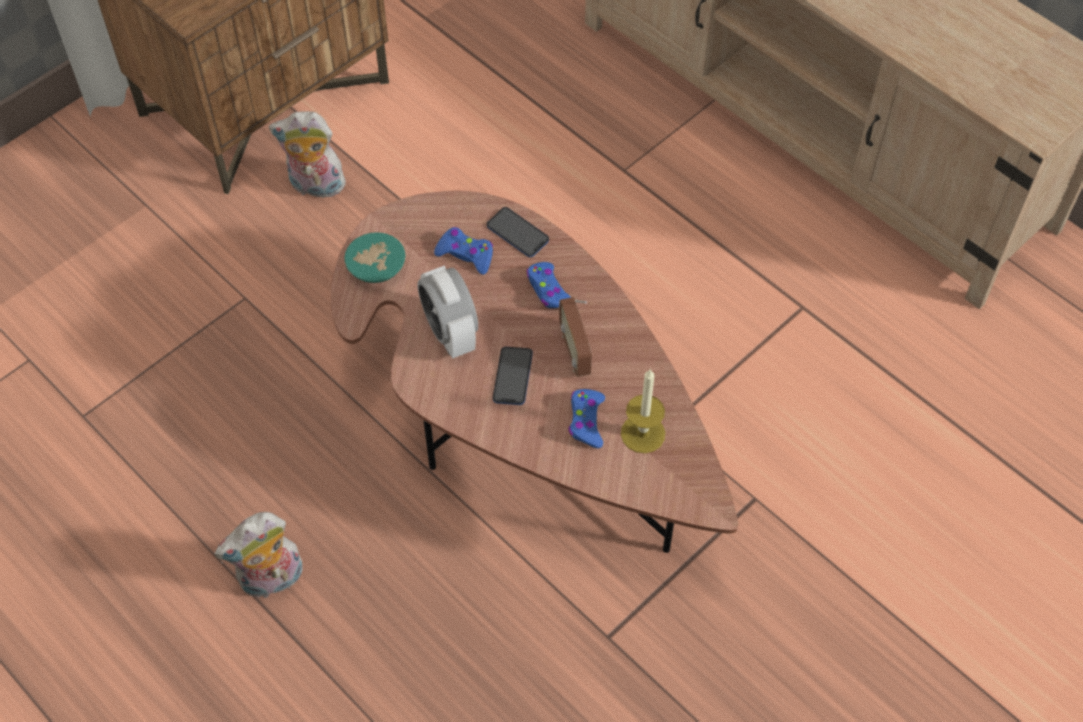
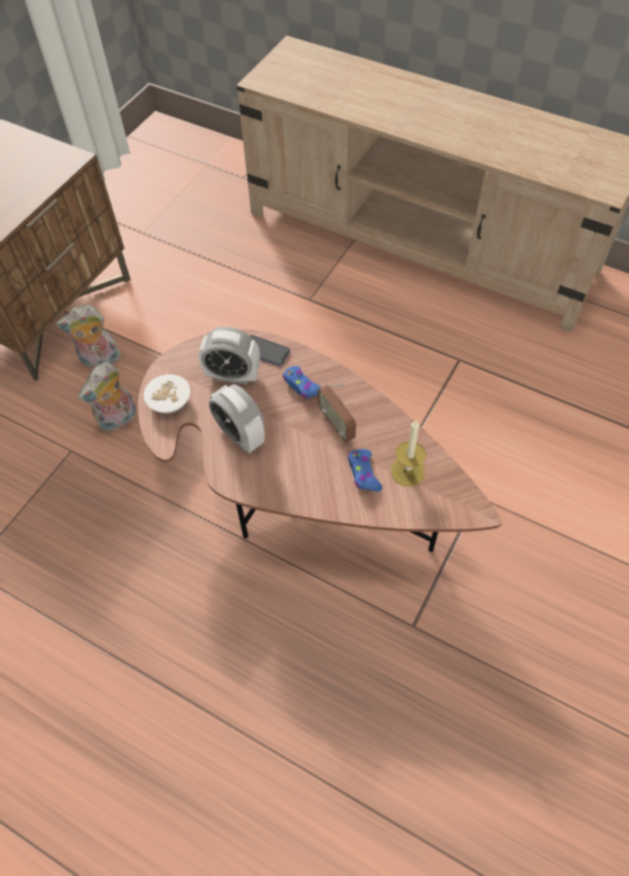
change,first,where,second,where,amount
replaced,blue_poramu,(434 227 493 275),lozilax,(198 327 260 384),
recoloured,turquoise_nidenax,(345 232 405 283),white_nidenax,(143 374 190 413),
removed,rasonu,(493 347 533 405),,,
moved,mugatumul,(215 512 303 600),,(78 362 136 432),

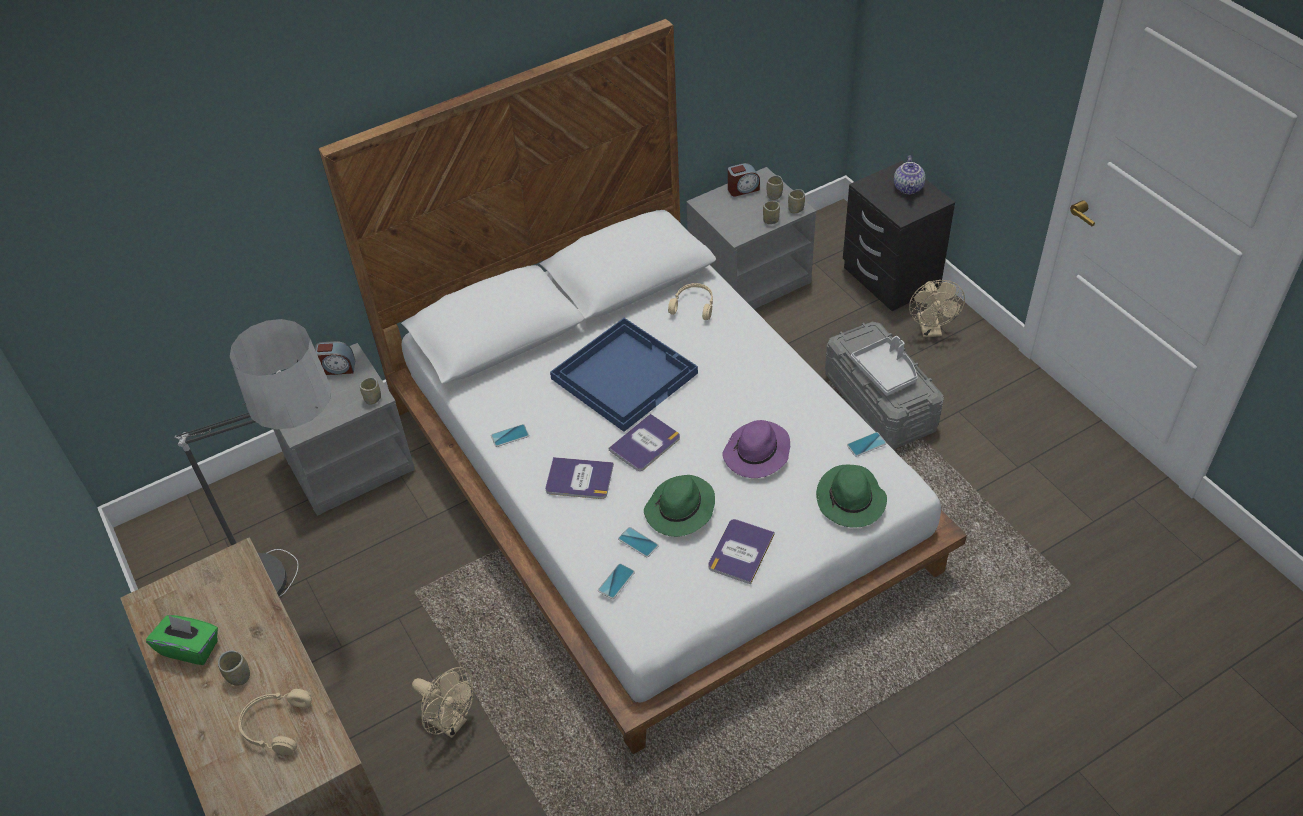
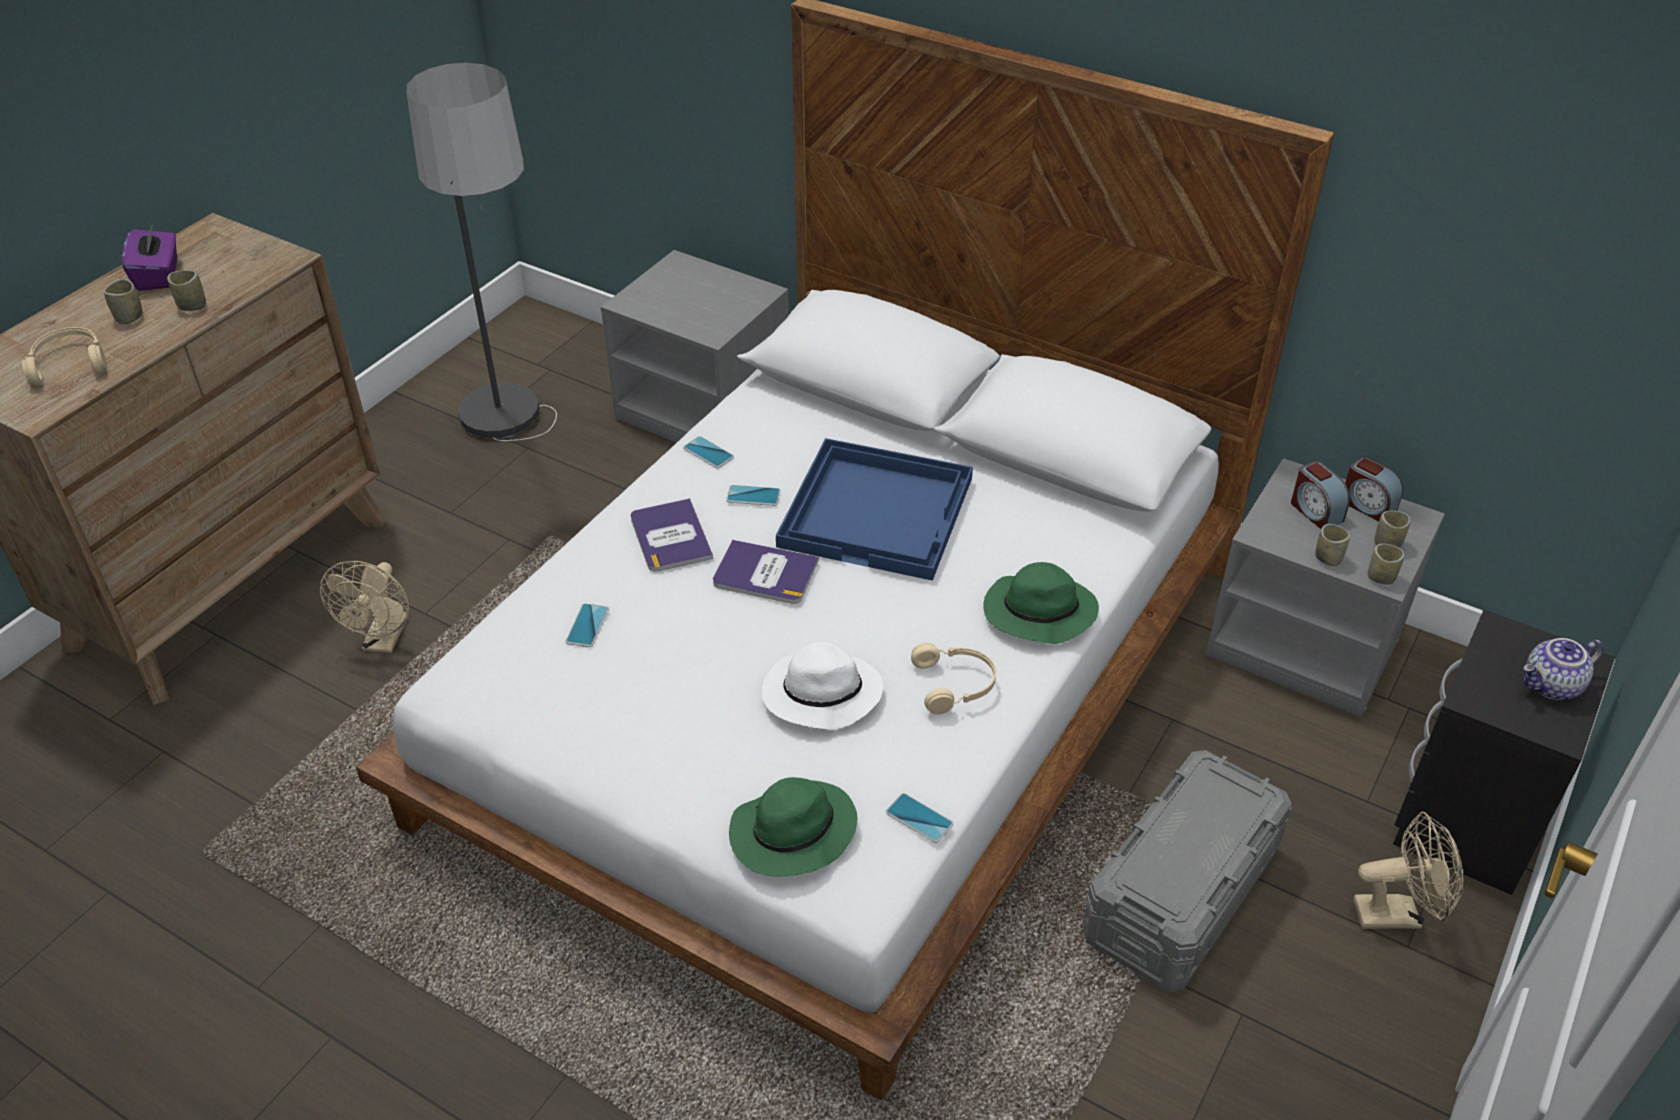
change,first,where,second,where,amount
turned,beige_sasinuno,(909 280 965 337),,(1353 812 1463 929),150 degrees counterclockwise
moved,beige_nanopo,(668 283 713 320),,(911 643 996 715),
removed,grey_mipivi,(851 336 918 396),,,
moved,lozilax,(315 341 355 375),,(1291 461 1350 529),
moved,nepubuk,(360 377 381 405),,(167 270 206 311),
recoloured,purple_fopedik,(722 420 790 478),white_fopedik,(762 642 883 729),
moved,green_fopedik,(644 475 715 537),,(983 562 1099 644),
removed,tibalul,(708 519 775 585),,,
moved,rasonu,(598 563 635 599),,(726 485 781 506),
recoloured,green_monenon,(146 615 218 665),purple_monenon,(122 223 177 291),

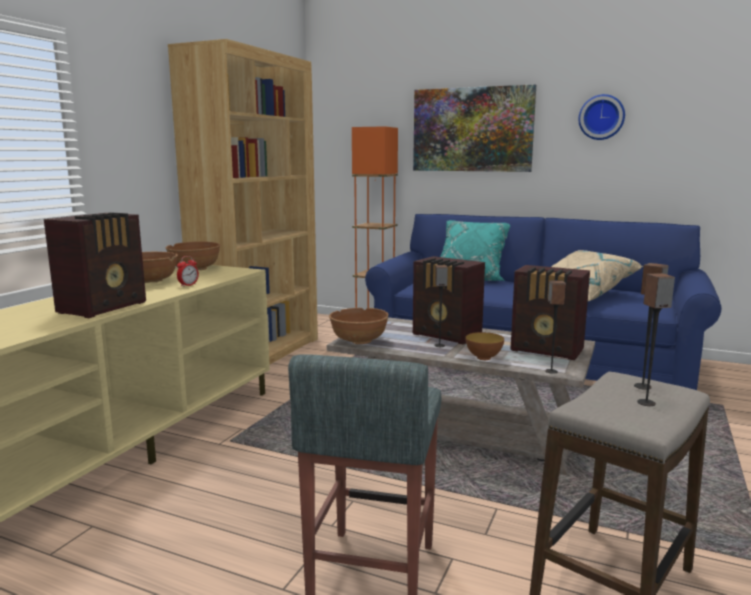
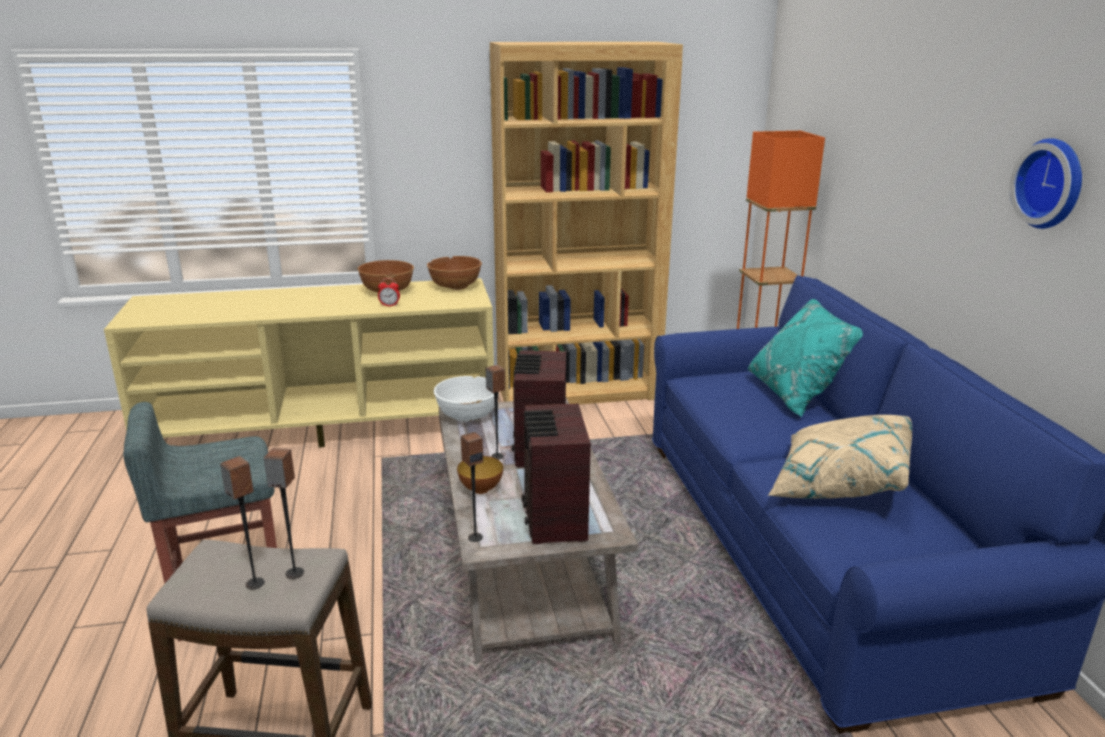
change,first,where,second,where,amount
removed,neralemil,(413 84 536 172),,,
removed,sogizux,(44 212 146 318),,,
recoloured,brown_nidenax,(329 308 389 344),white_nidenax,(434 376 495 422),

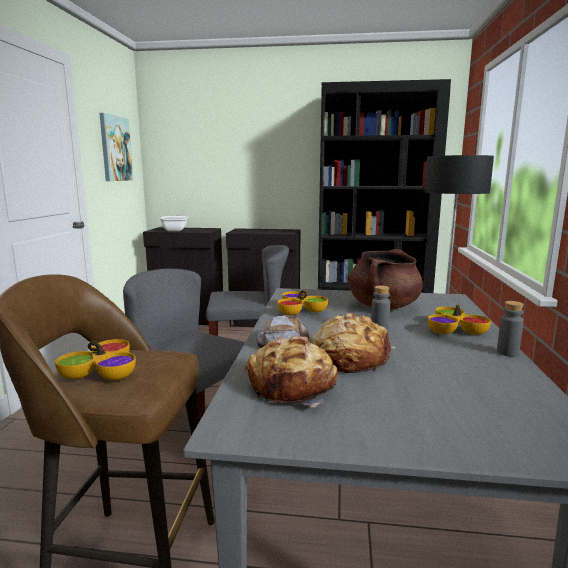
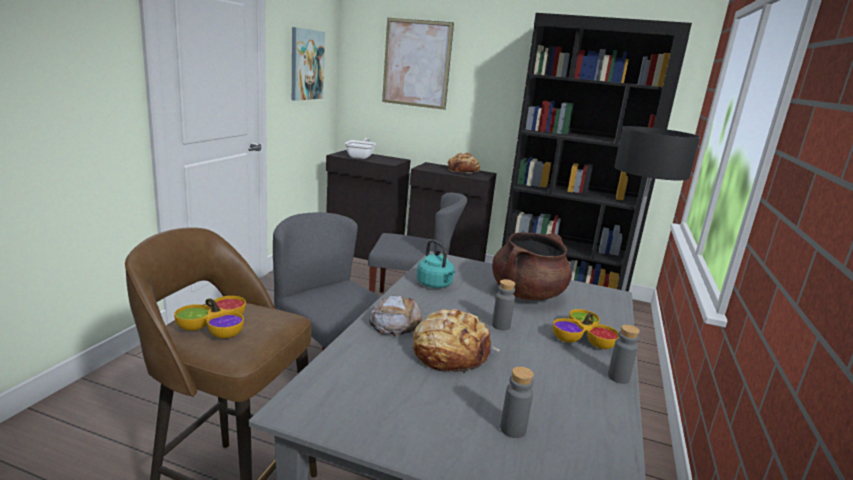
change,first,where,second,where,amount
replaced,nidenax,(277 290 328 316),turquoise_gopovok,(417 240 455 288),
moved,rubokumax,(245 336 338 408),,(448 153 480 173),
added,,,neralemil,(382 18 454 110),
added,,,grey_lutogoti,(500 367 534 438),

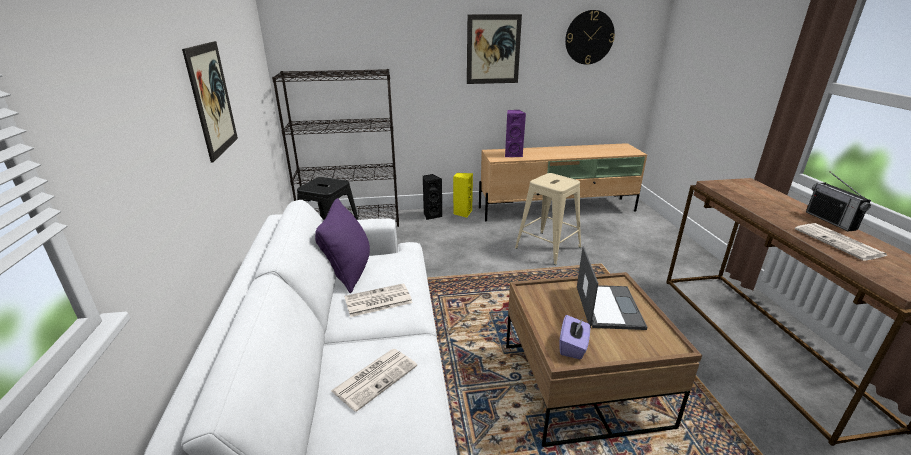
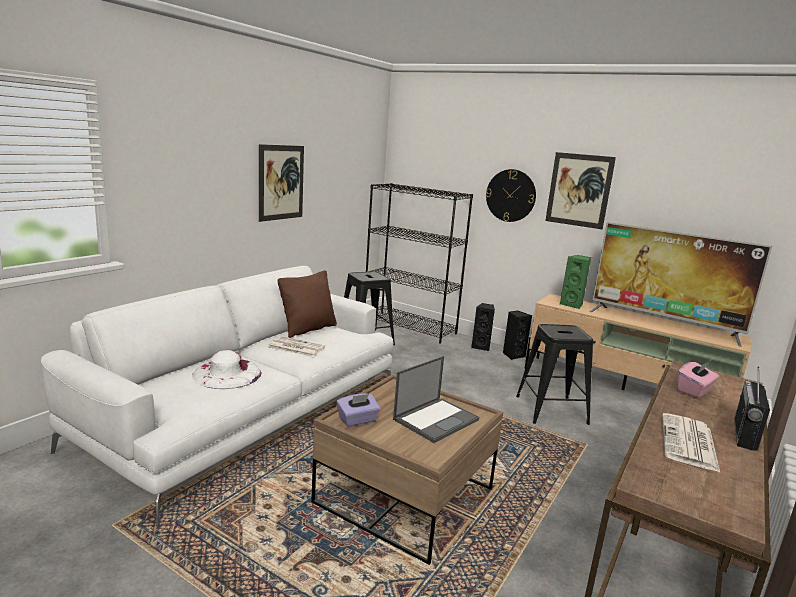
change,first,where,second,where,amount
moved,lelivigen,(565 10 615 65),,(486 169 536 222),
recoloured,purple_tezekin,(505 110 526 157),green_tezekin,(560 255 591 309),
recoloured,yellow_tezekin,(453 173 473 218),black_tezekin,(503 310 532 360),
recoloured,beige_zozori,(515 173 581 265),black_zozori,(516 324 593 425),
recoloured,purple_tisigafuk,(315 198 370 293),brown_tisigafuk,(278 270 337 338),
replaced,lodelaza,(331 349 417 412),white_fopedik,(192 350 262 389),
added,,,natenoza,(590 222 772 347),
added,,,pink_monenon,(677 361 719 399),

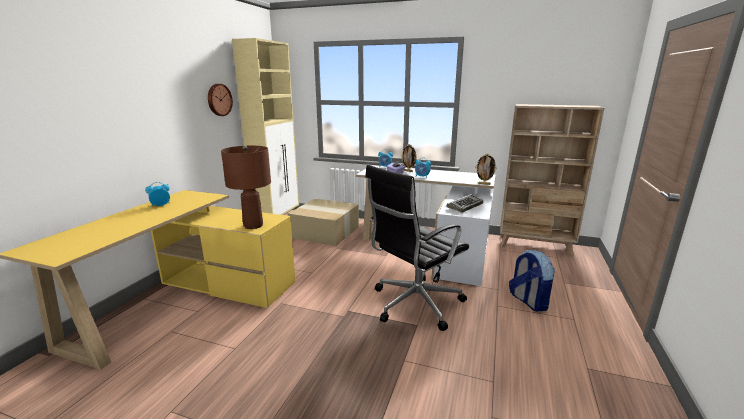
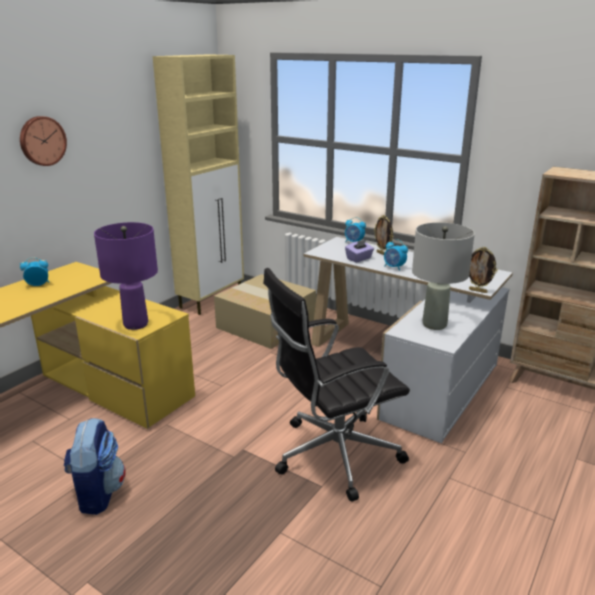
change,first,where,second,where,amount
moved,lelivigen,(208 84 233 116),,(20 116 67 166),
recoloured,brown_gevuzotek,(221 146 271 229),purple_gevuzotek,(94 222 158 330),
replaced,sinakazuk,(447 194 483 213),grey_gevuzotek,(412 222 475 330),
moved,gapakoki,(509 250 555 312),,(64 418 126 515),

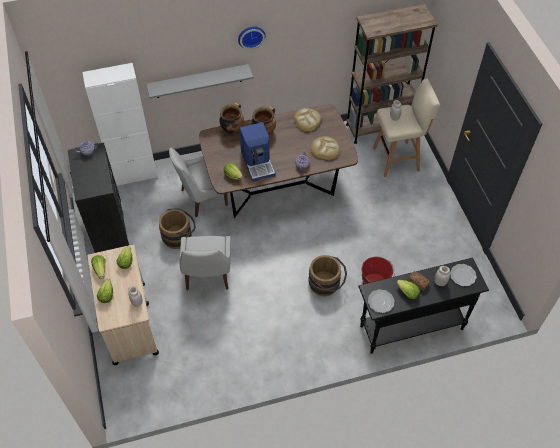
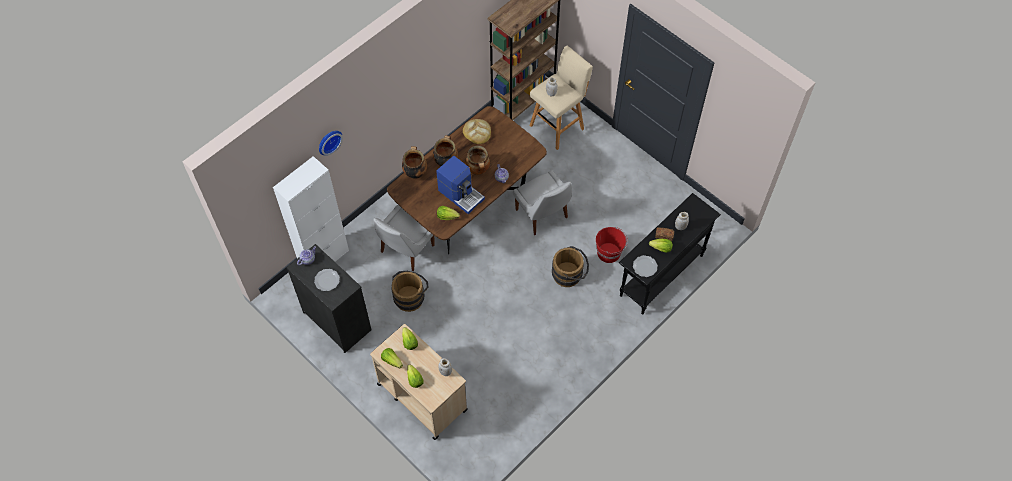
change,first,where,second,where,amount
moved,lelivigen,(238 26 265 50),,(319 131 343 156),
removed,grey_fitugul,(146 64 253 99),,,
removed,rubokumax,(310 136 340 160),,,
moved,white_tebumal,(179 236 231 290),,(513 170 572 235),
moved,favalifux,(450 264 477 286),,(314 269 340 291),
added,,,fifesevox,(465 146 490 175),

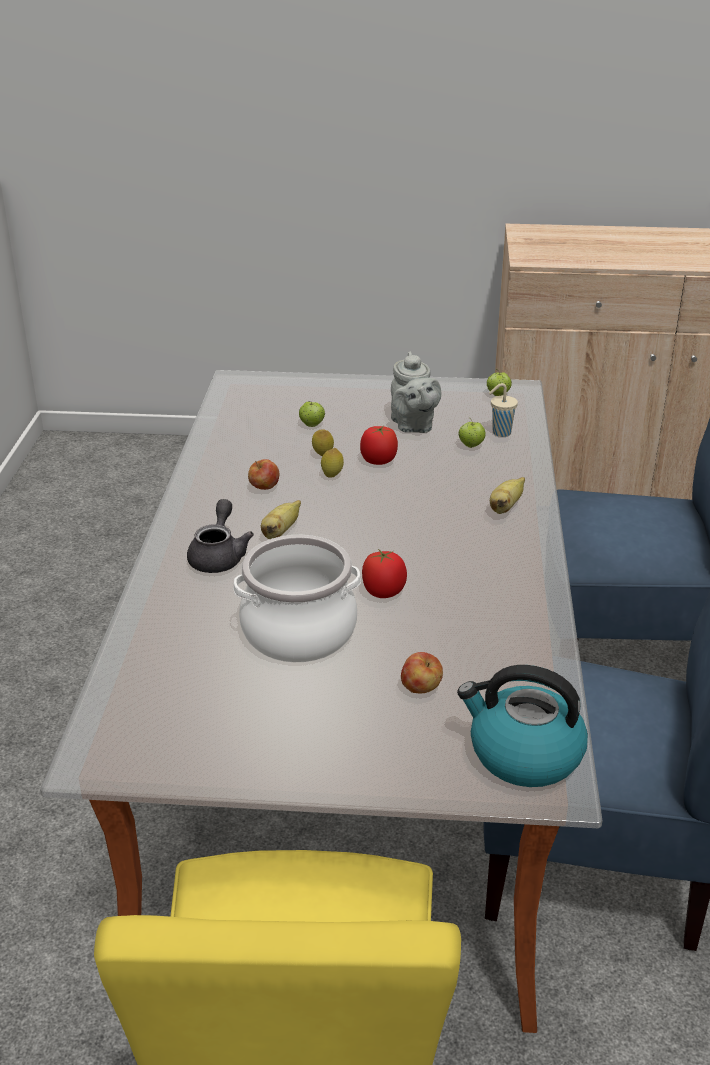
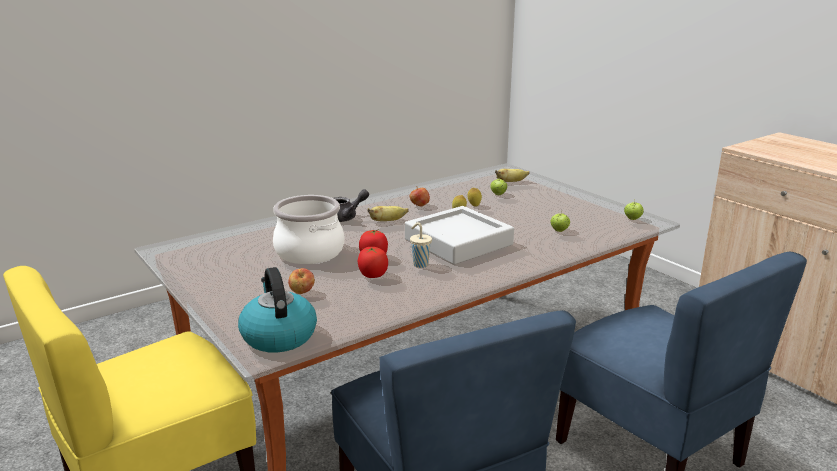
change,first,where,second,where,amount
removed,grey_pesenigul,(391 352 441 433),,,
moved,beige_nepubuk,(489 383 518 437),,(410 222 432 268),
moved,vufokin,(360 426 398 465),,(358 247 388 278),
moved,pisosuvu,(490 477 525 514),,(495 169 530 182),
added,,,grey_mipivi,(405 206 514 264),

